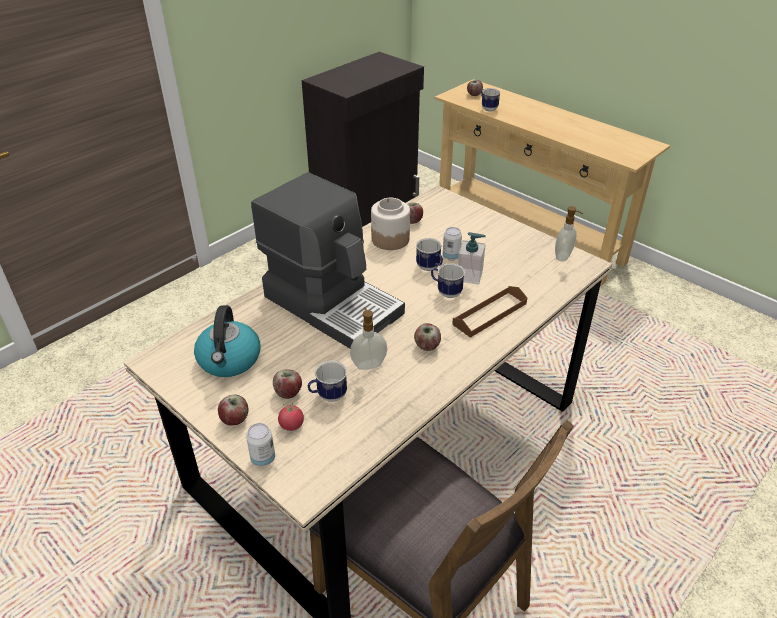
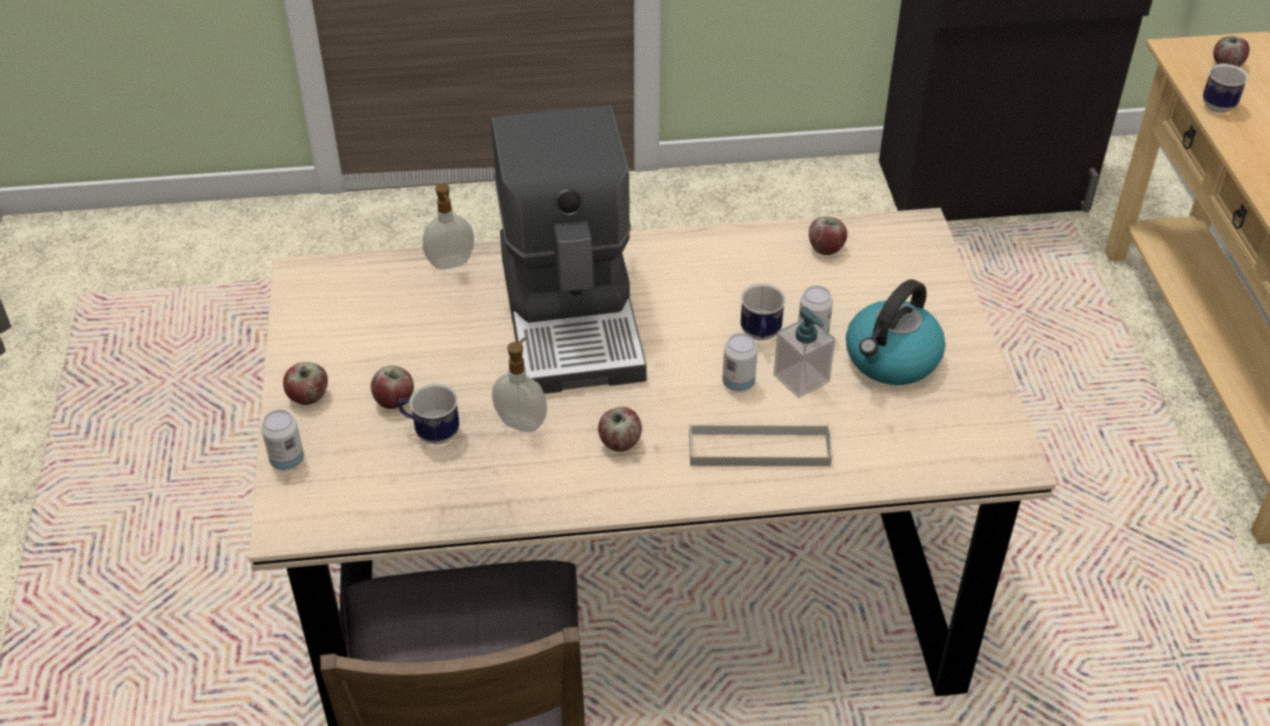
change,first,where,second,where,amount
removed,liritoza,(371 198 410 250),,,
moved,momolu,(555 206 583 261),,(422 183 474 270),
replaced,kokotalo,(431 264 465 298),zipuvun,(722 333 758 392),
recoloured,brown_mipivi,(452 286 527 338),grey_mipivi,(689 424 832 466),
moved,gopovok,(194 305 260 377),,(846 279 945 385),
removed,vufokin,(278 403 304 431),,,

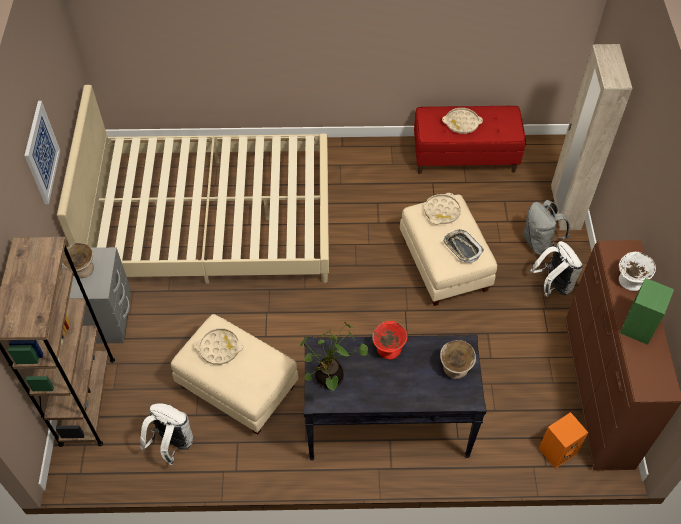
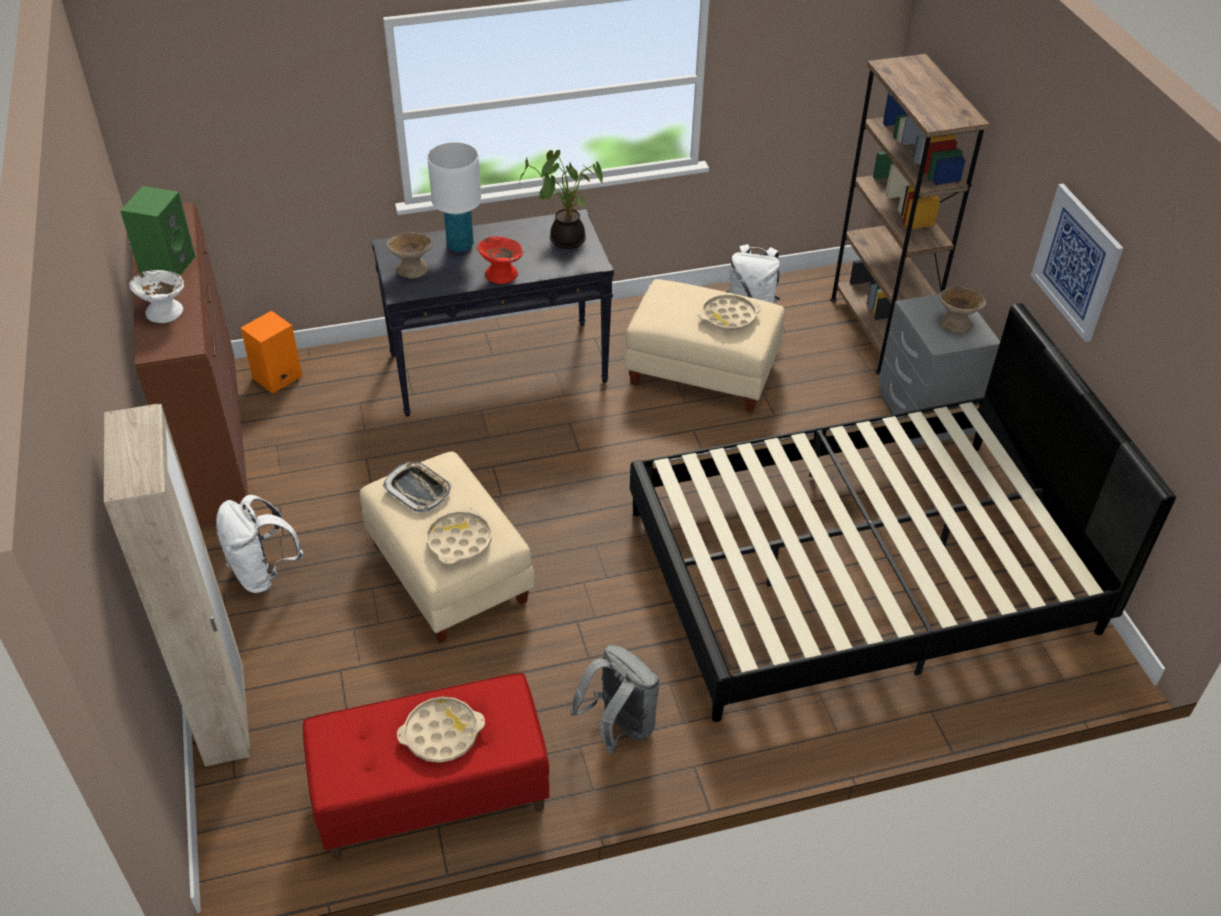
change,first,where,second,where,amount
recoloured,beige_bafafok,(57 85 329 284),black_bafafok,(630 303 1176 722),
moved,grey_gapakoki,(522 200 570 255),,(570 645 660 753),
added,,,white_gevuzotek,(427 142 481 252),

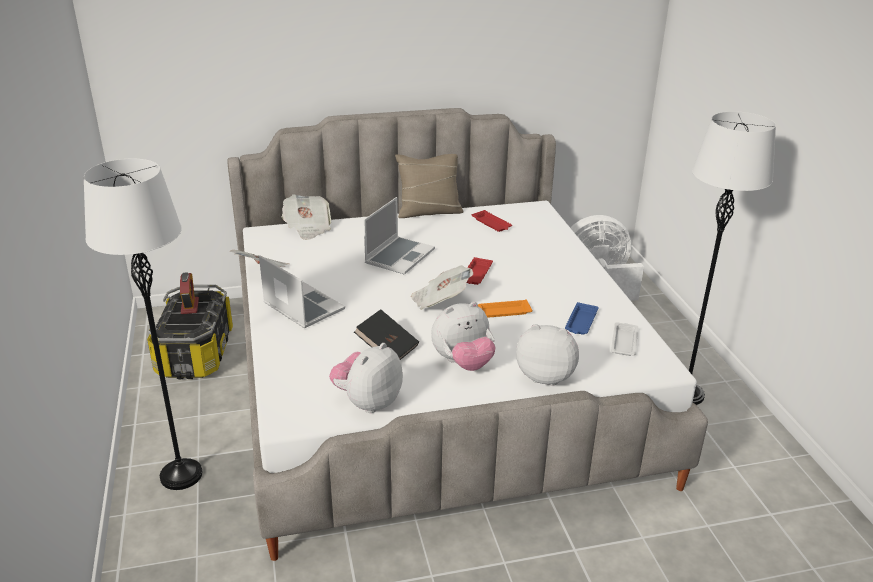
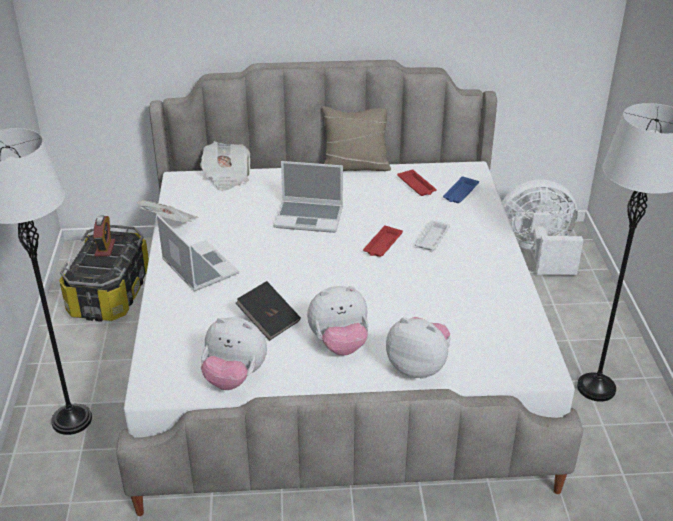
change,first,where,second,where,amount
turned,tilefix,(364 197 435 275),,(274 161 343 233),60 degrees clockwise
removed,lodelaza,(411 265 473 310),,,
removed,orange_mipivi,(478 299 532 318),,,
moved,blue_mipivi,(565 302 599 335),,(443 176 479 203),
moved,white_mipivi,(611 323 638 356),,(415 220 450 251),
turned,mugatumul,(329 343 403 413),,(201 317 267 390),120 degrees counterclockwise

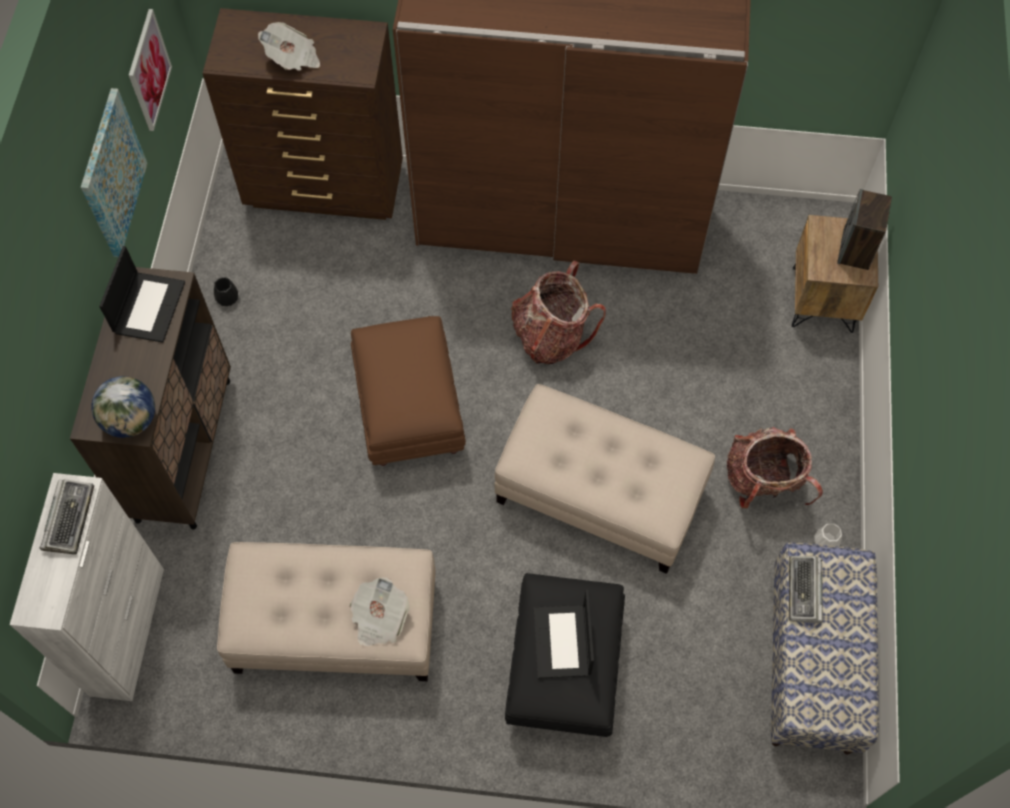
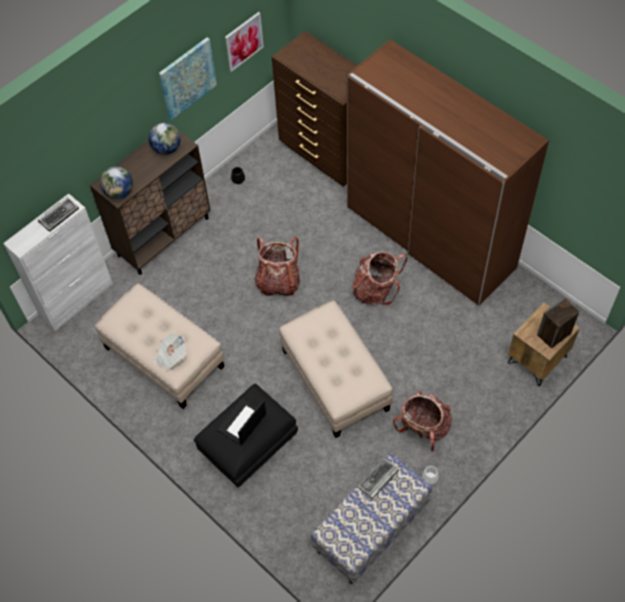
change,first,where,second,where,amount
removed,lodelaza,(258 22 320 71),,,
replaced,tilefix,(99 246 185 343),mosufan,(148 123 180 155),
replaced,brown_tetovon,(351 316 466 466),gapakoki,(255 237 300 296),

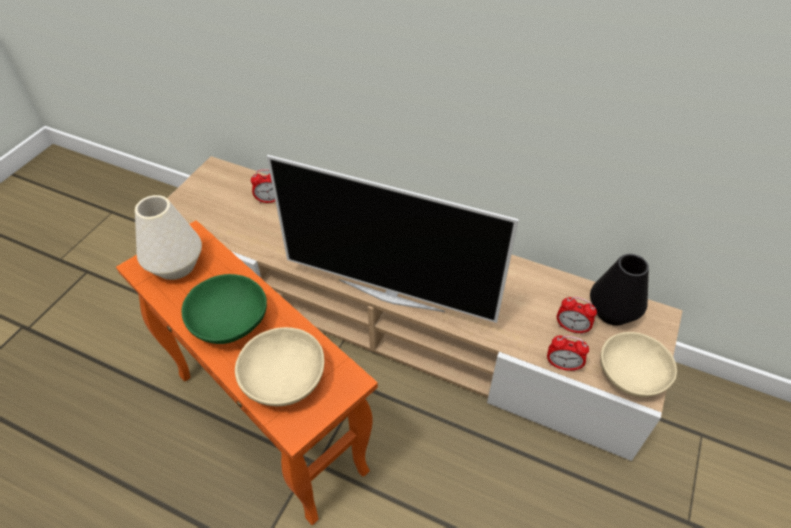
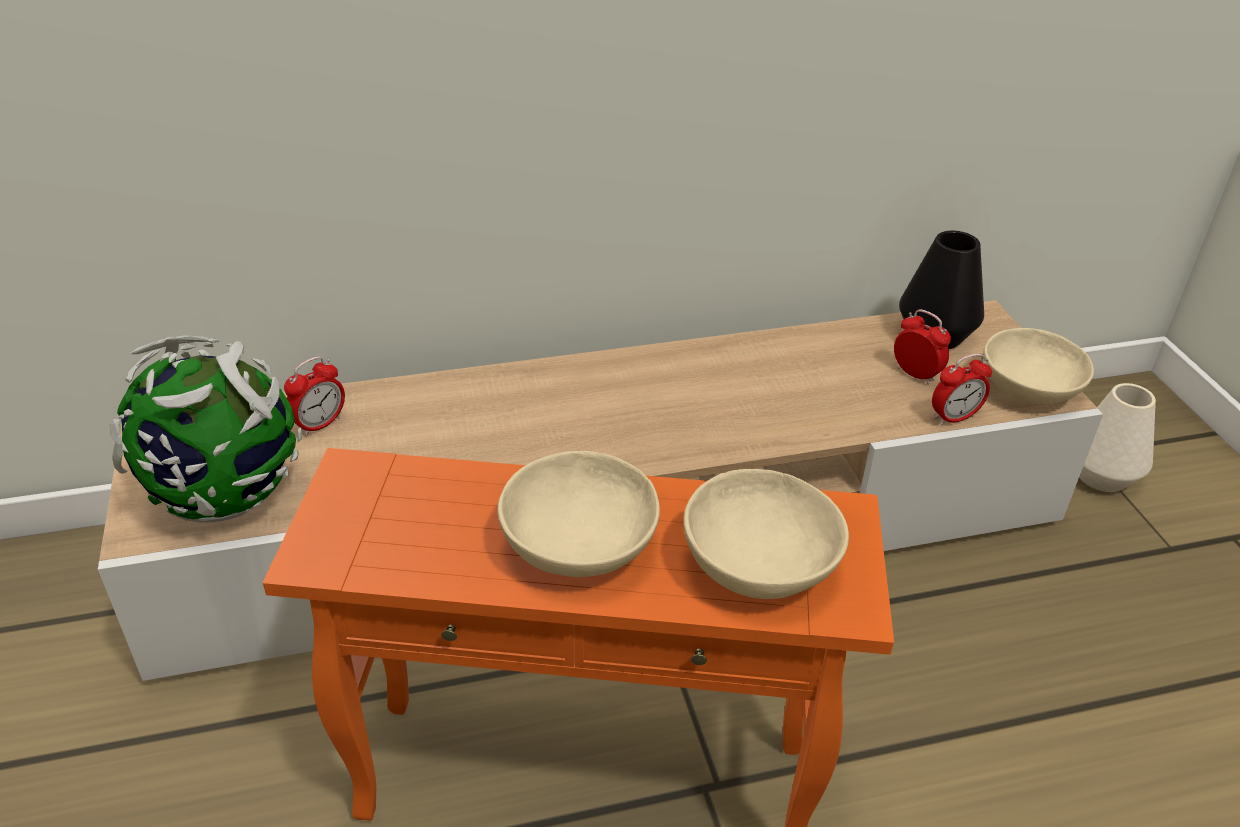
change,first,where,second,where,amount
removed,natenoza,(267 155 519 323),,,
moved,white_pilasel,(135 195 202 280),,(1079 383 1156 492),
recoloured,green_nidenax,(182 274 267 344),beige_nidenax,(497 451 660 577),
turned,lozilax,(557 297 597 335),,(894 309 951 385),120 degrees counterclockwise
added,,,mosufan,(110 335 302 523),

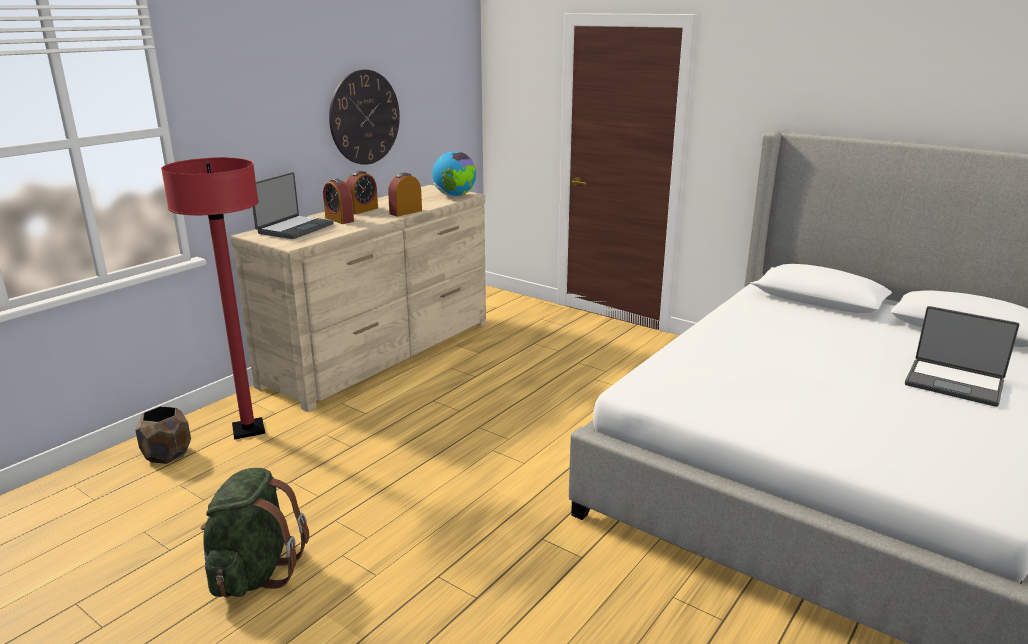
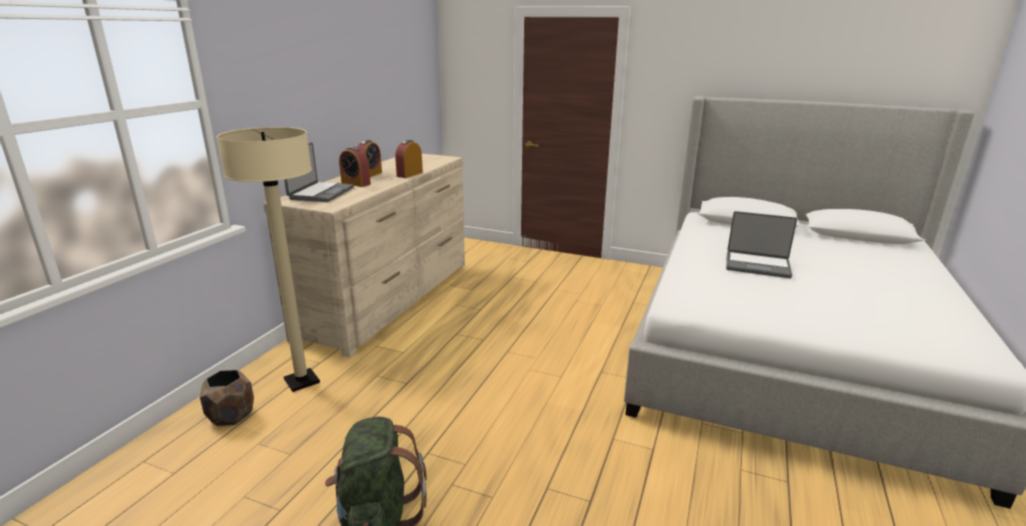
change,first,where,second,where,amount
removed,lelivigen,(329 70 400 165),,,
removed,mosufan,(432 152 476 197),,,
recoloured,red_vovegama,(161 157 265 440),beige_vovegama,(216 127 320 392),
moved,tilefix,(905 306 1019 407),,(726 211 797 278),

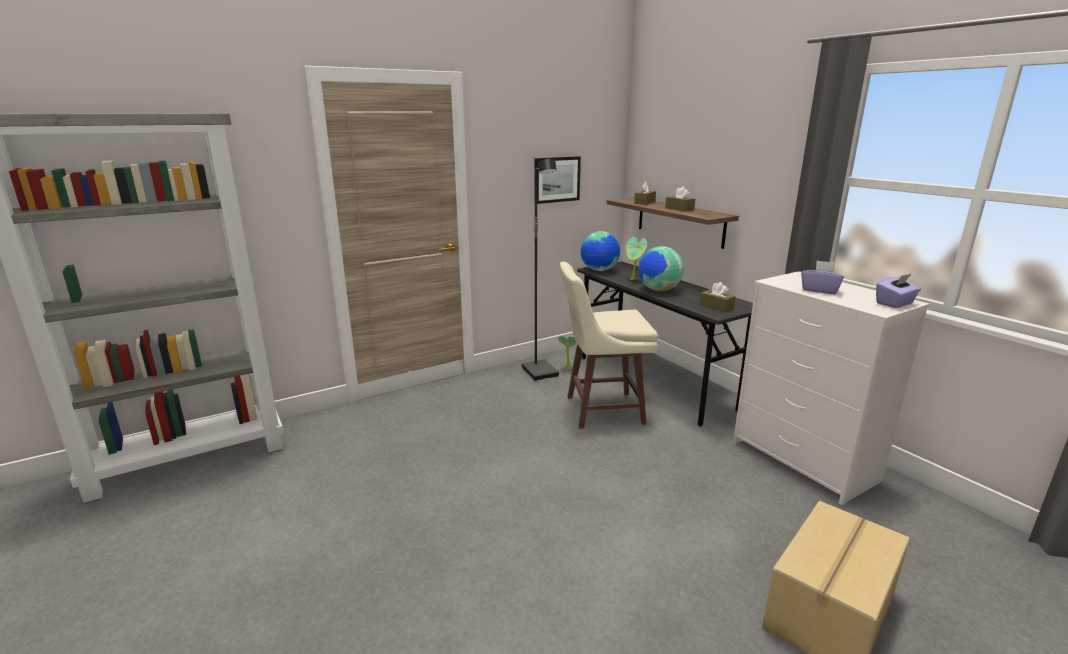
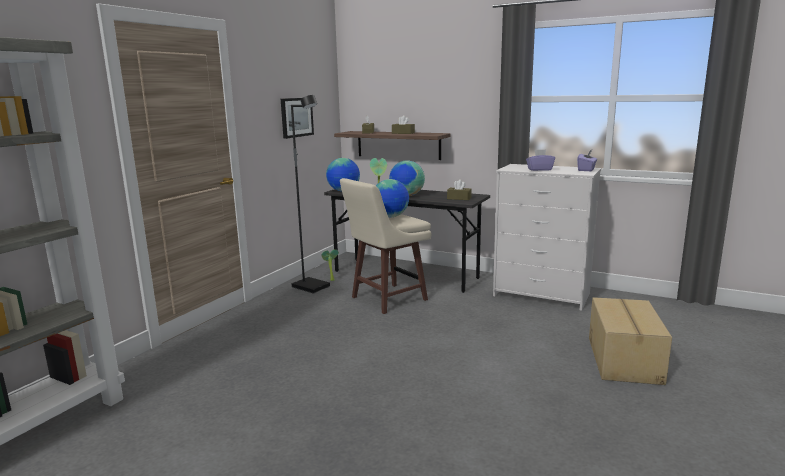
change,first,where,second,where,amount
added,,,mosufan,(376 179 409 217),

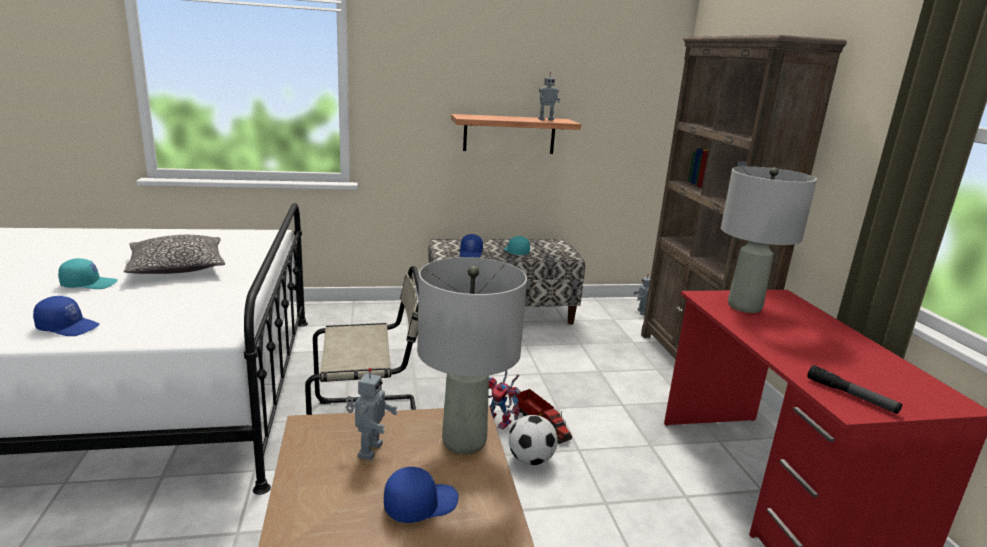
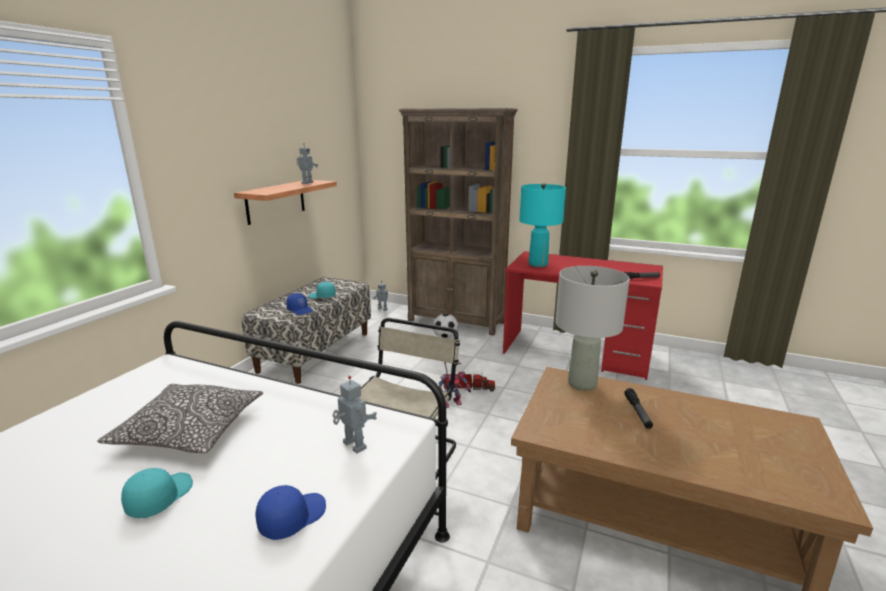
change,first,where,second,where,amount
recoloured,grey_gevuzotek,(721 166 817 313),turquoise_gevuzotek,(519 183 566 267),
moved,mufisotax,(346 368 398 460),,(333 376 377 453),
moved,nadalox,(509 415 557 465),,(433 314 458 338),
replaced,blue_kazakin,(384 467 459 523),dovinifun,(624 388 653 429),

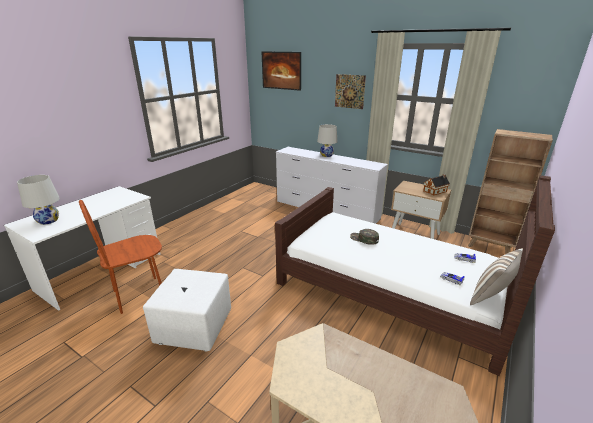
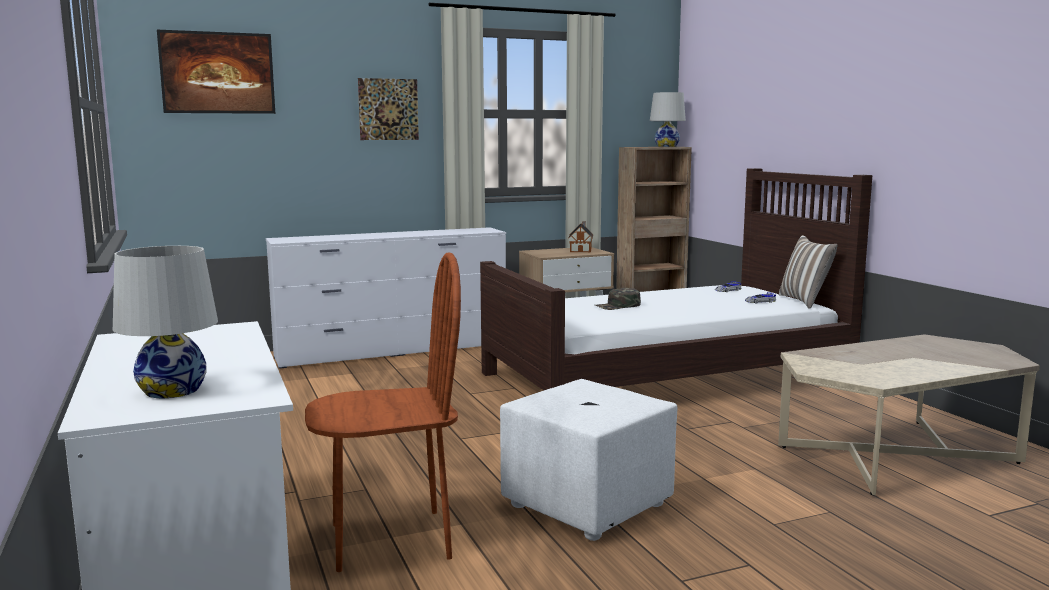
change,first,where,second,where,amount
moved,white_gevuzotek,(317 124 337 157),,(650 92 686 147),
turned,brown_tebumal,(79 200 162 314),,(305 252 461 572),105 degrees counterclockwise

